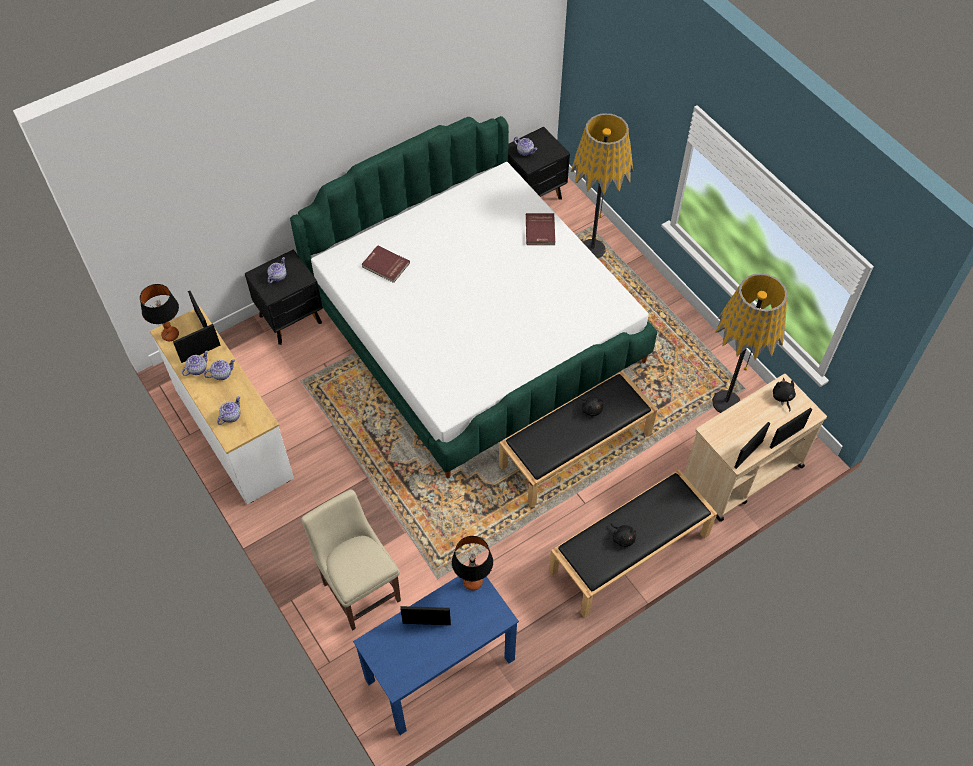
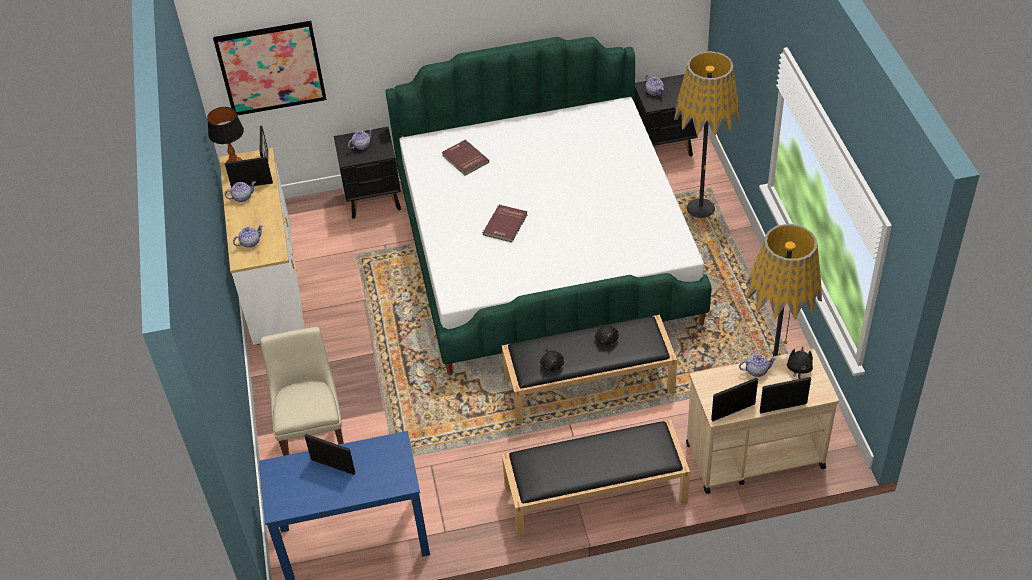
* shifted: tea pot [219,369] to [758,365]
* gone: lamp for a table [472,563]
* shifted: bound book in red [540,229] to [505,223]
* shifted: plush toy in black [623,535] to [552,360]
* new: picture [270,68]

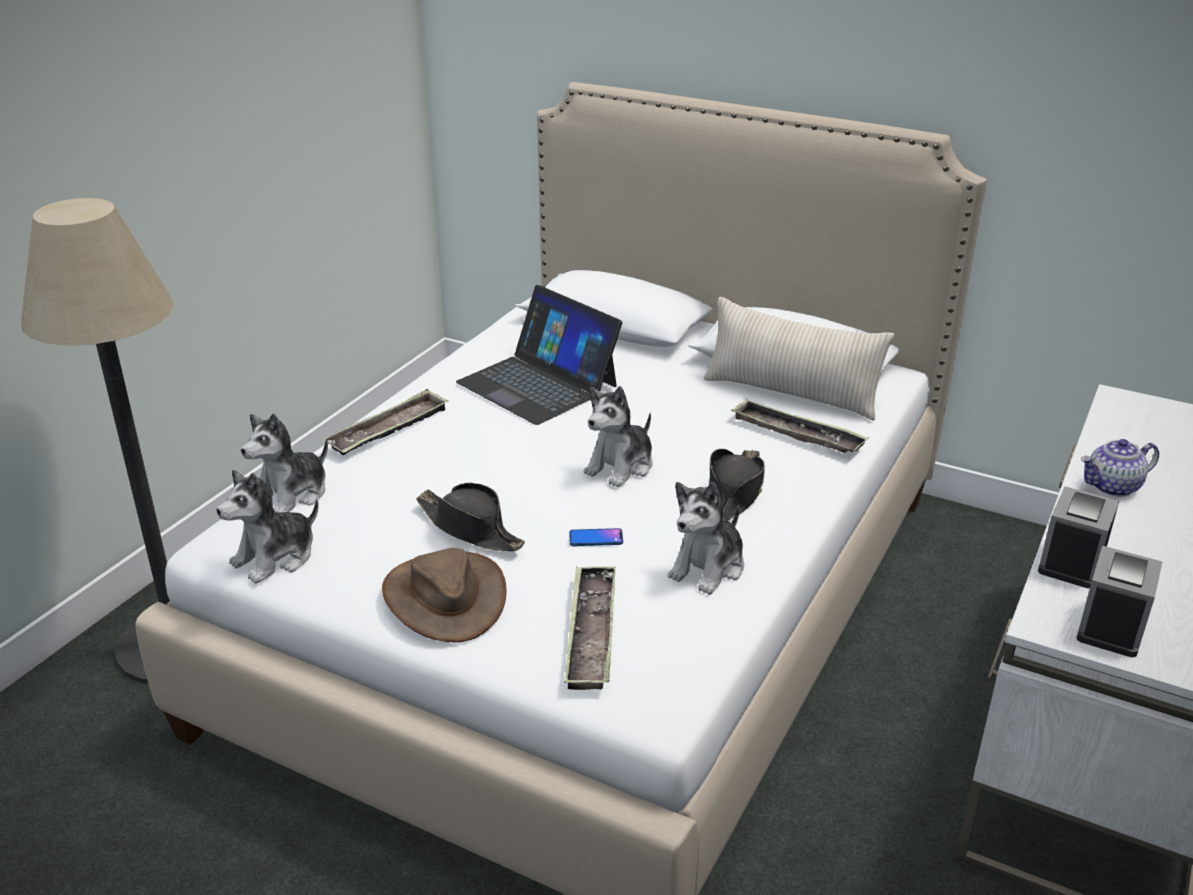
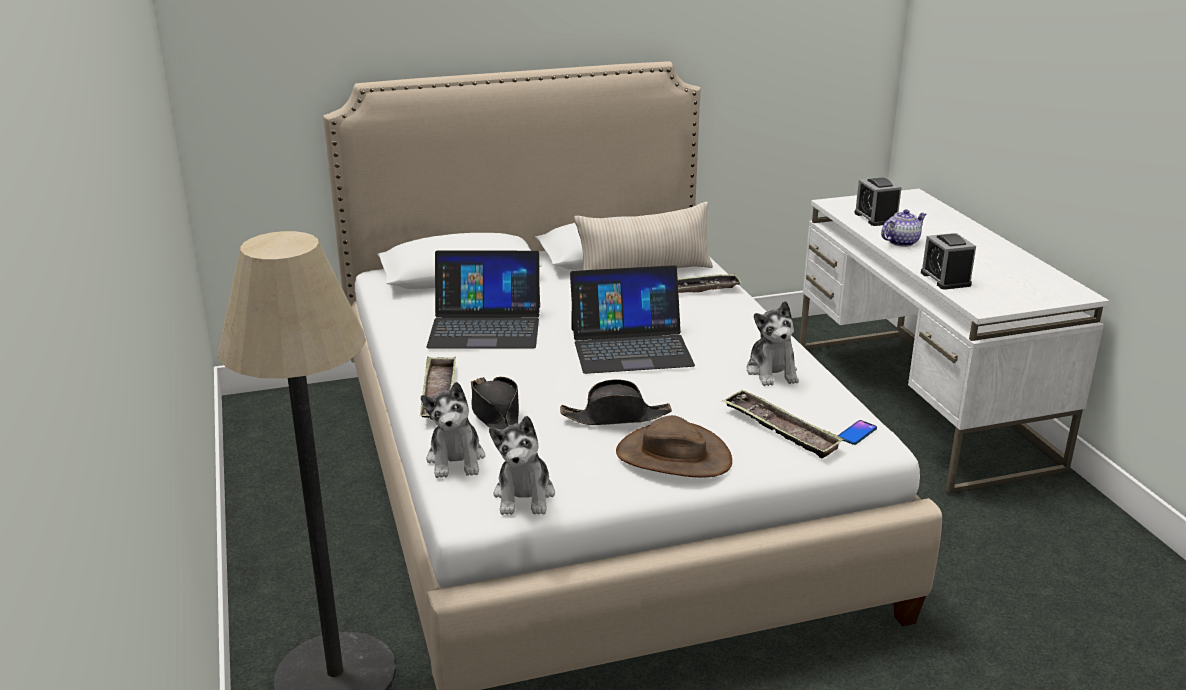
* shifted: phone [596,537] to [857,432]
* swapped: plush toy [618,436] to laptop [632,319]
* shifted: hat in black [737,485] to [495,403]
* shifted: table clock [1119,601] to [878,201]
* rotated: tea pot [1120,468] = [903,228] 150 degrees counterclockwise

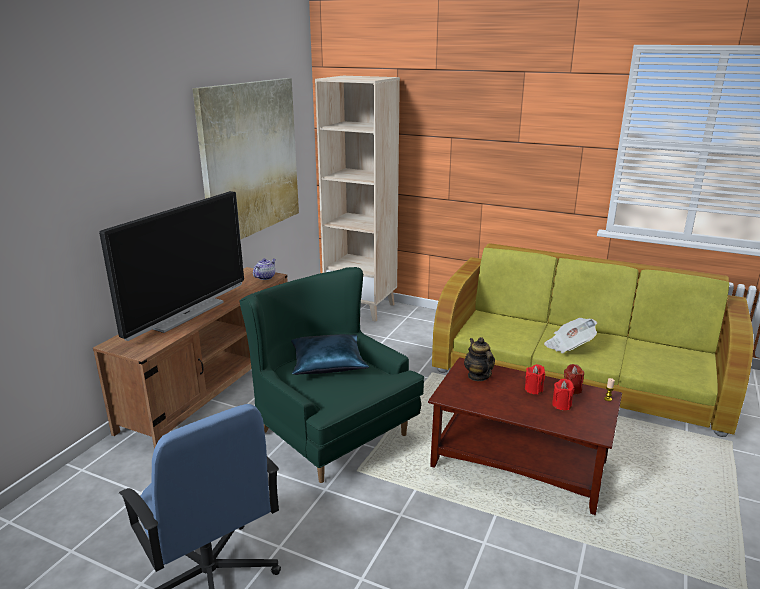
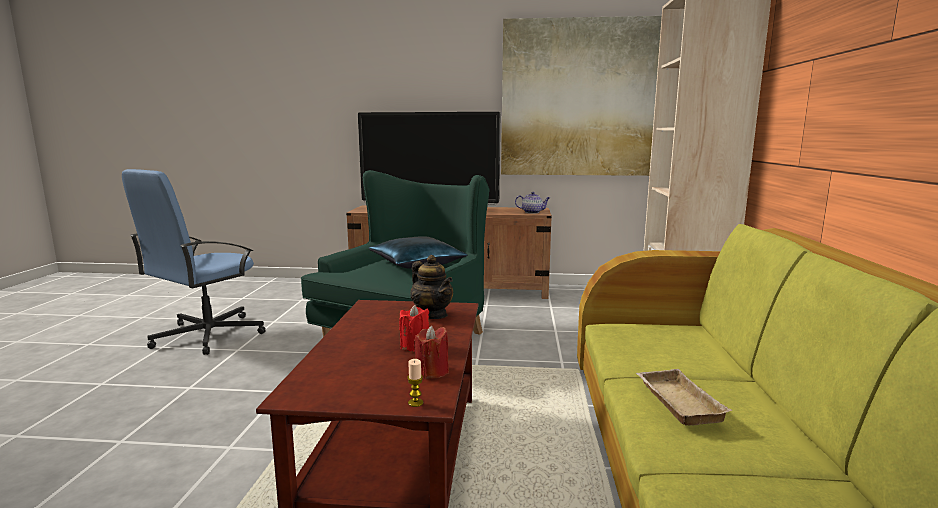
* rotated: tea pot [479,359] = [431,287] 90 degrees clockwise
* swapped: printed paper [570,335] to serving tray in sand-coloured [684,397]
* gone: wax light in red [563,394]

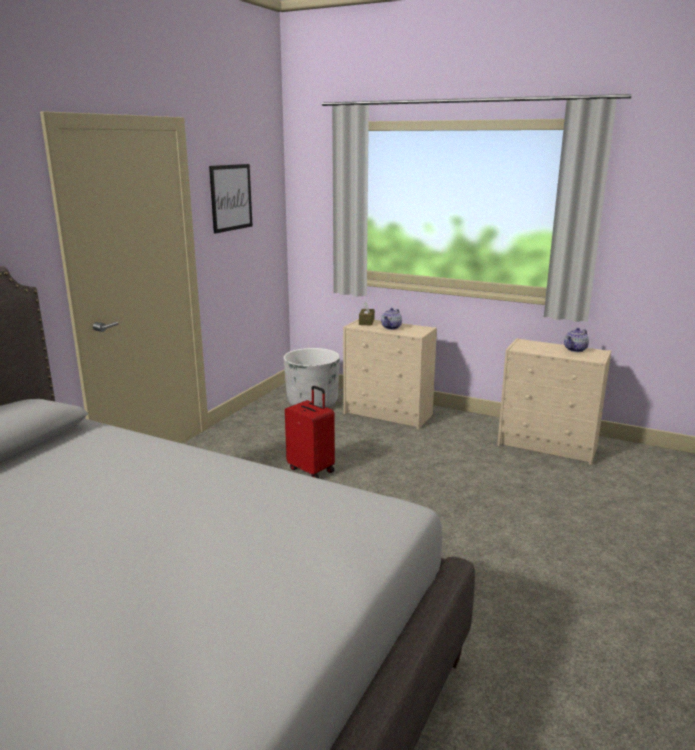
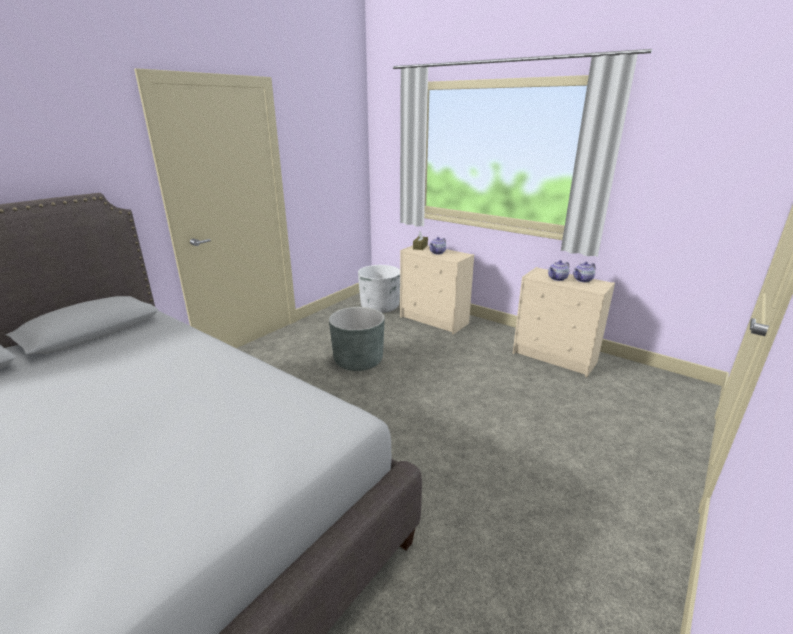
* gone: picture [231,199]
* swapped: piece of luggage in red [310,432] to planter in grey [357,339]
* new: tea pot [558,270]

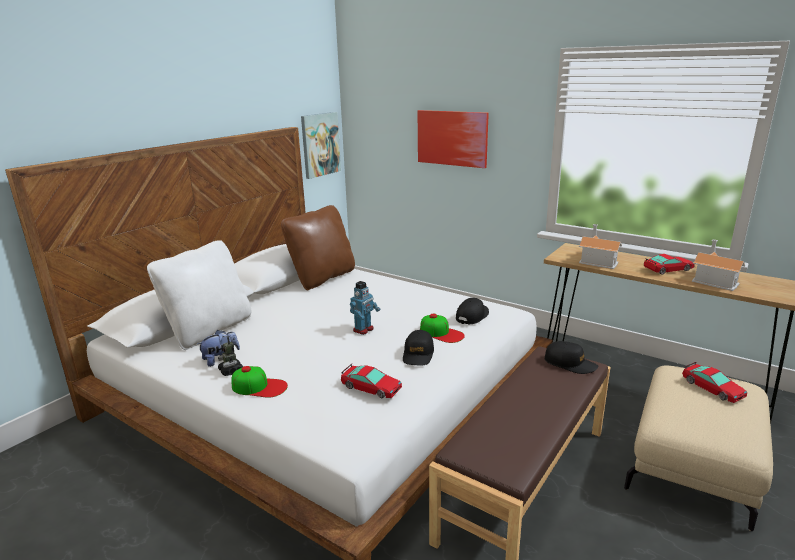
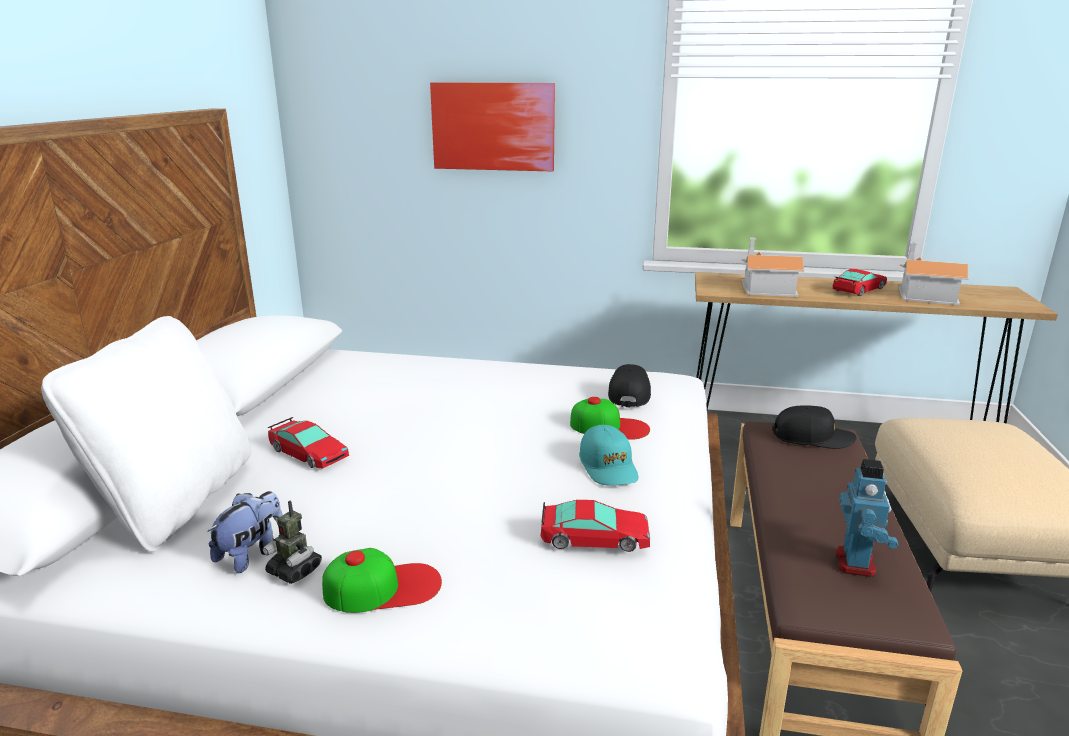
* gone: pillow in brownish [318,247]
* gone: picture [321,145]
* shifted: toy robot [365,308] to [867,518]
* repainted: cap in black [418,348] to cap in turquoise [609,455]
* shifted: toy car [714,382] to [308,443]

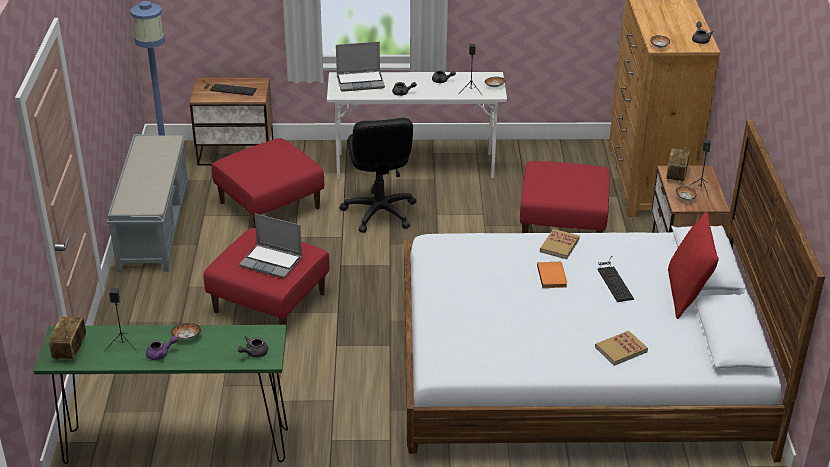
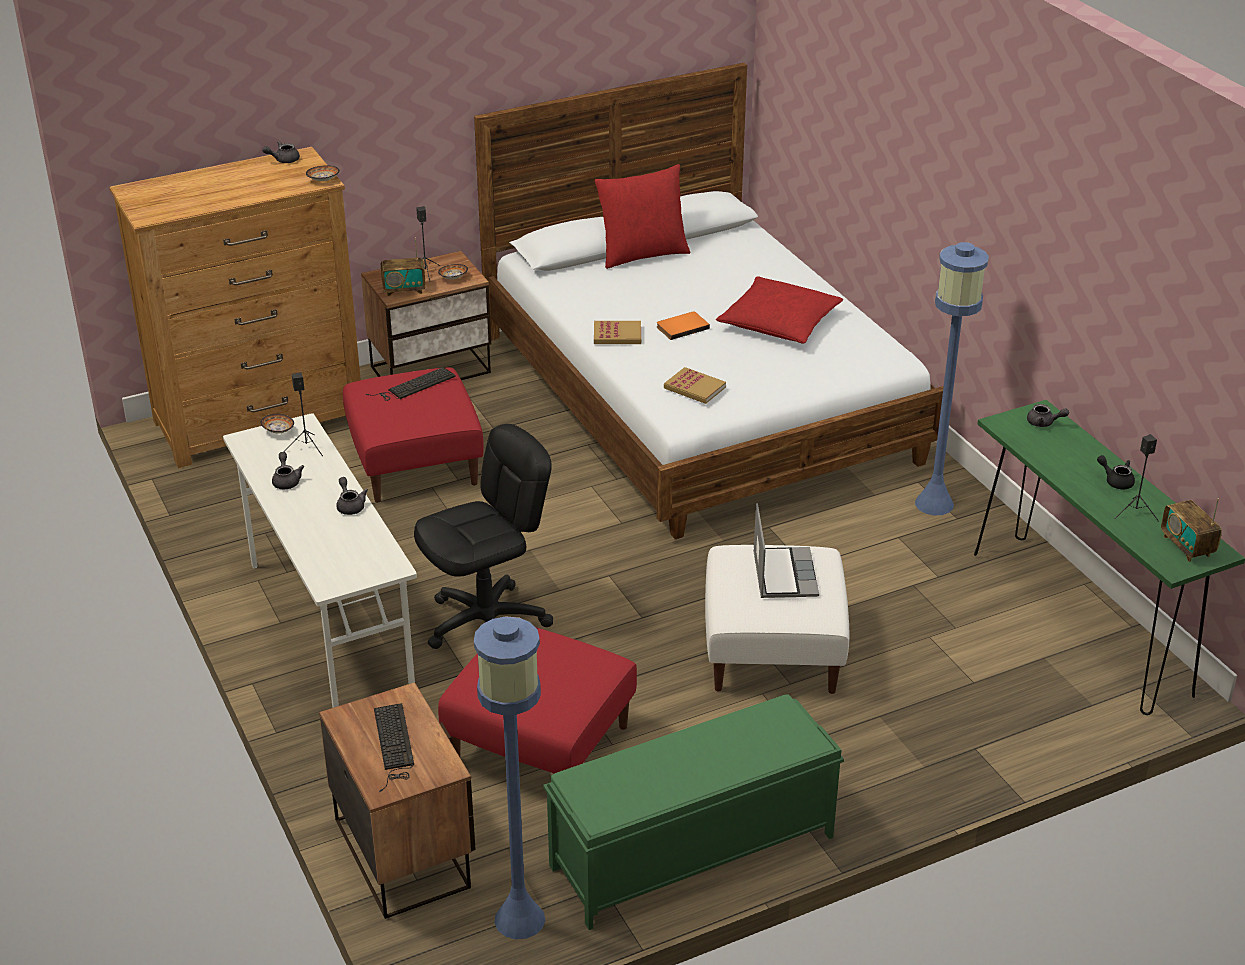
* rotated: radio receiver [67,339] = [1191,530] 90 degrees clockwise
* repainted: indoor bench in grey [148,203] to indoor bench in greenish [693,812]
* repainted: tea pot in purplish [162,348] to tea pot in black [1116,472]
* gone: deep dish [186,331]
* repainted: pouffe in red [266,276] to pouffe in whitish [777,619]
* gone: laptop [360,67]
* shifted: bound book [621,348] to [695,385]
* shifted: keyboard [616,279] to [411,384]
* new: pillow in red [779,310]
* new: standing lamp in bluish [952,378]

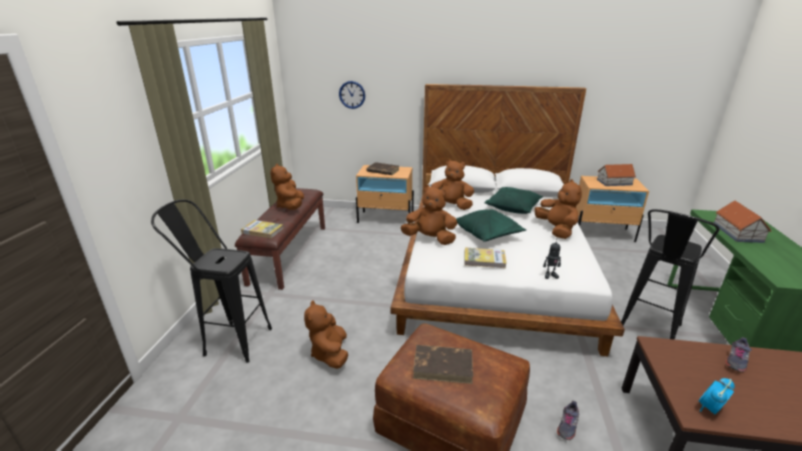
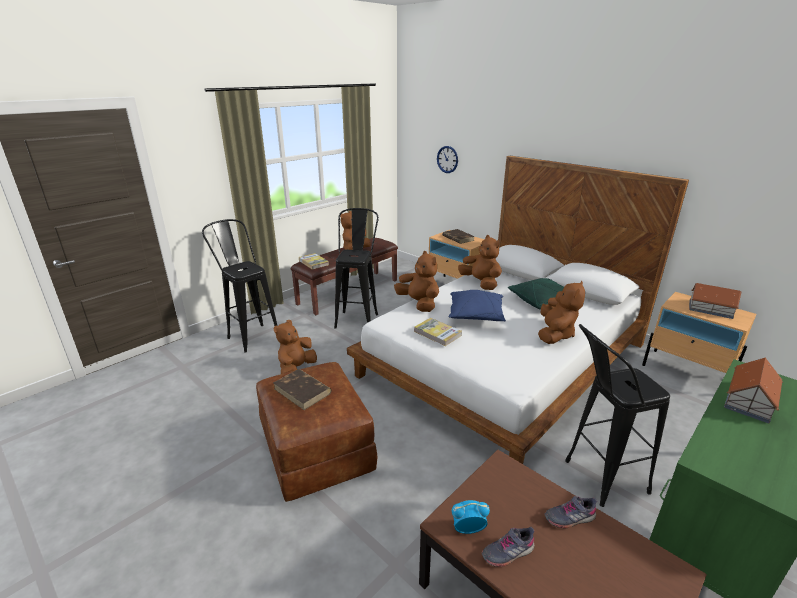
* repainted: pillow in greenish [491,225] to pillow in bluish [477,305]
* gone: toy robot [552,259]
* shifted: item of footwear in grey [568,420] to [508,547]
* new: sitting stool in black [356,268]

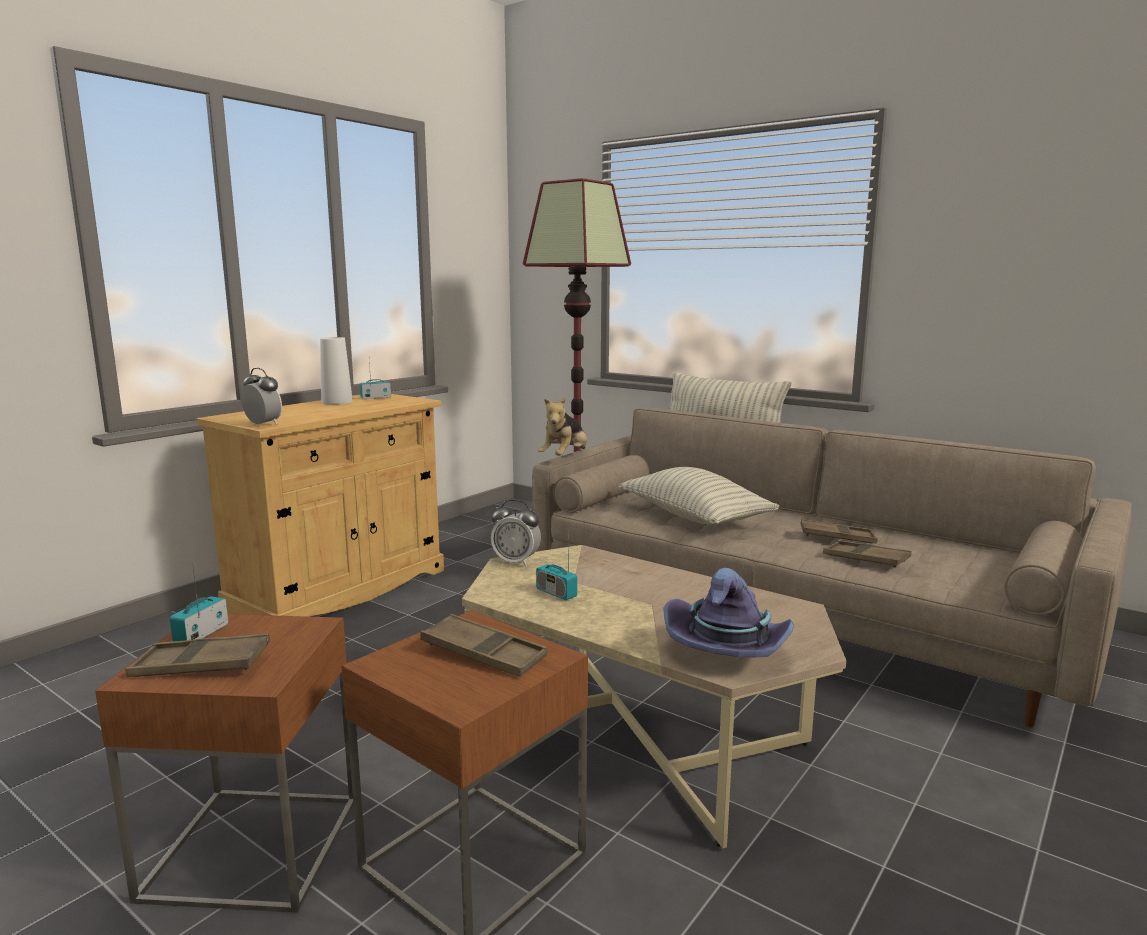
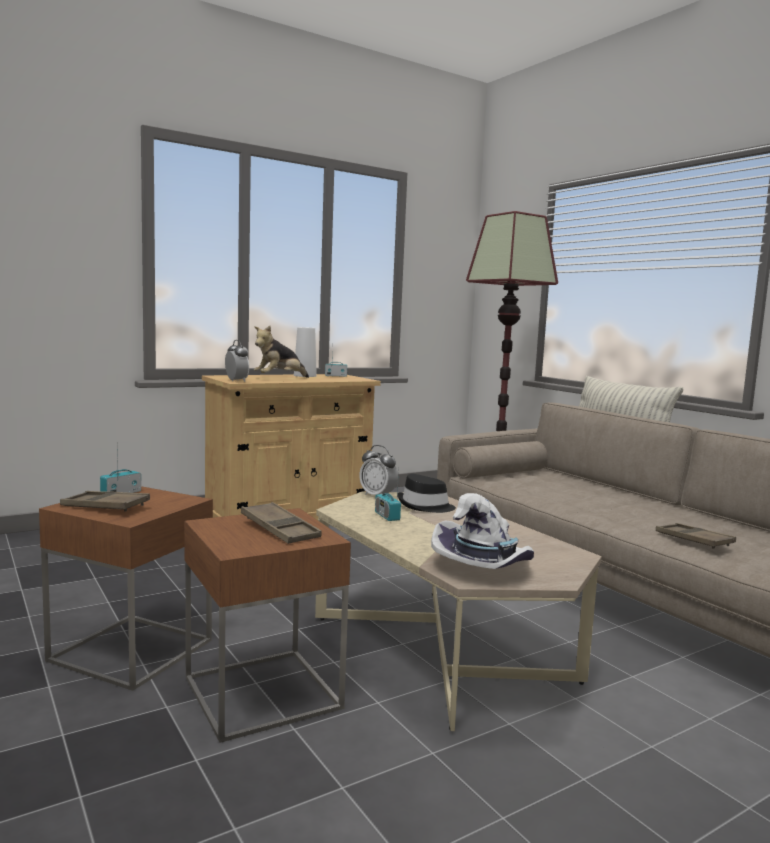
* shifted: plush toy [562,426] to [281,352]
* gone: pillow [698,496]
* repainted: hat in purplish [728,612] to hat in whitish [482,531]
* gone: serving tray in brownish [839,531]
* new: hat in black [427,493]

